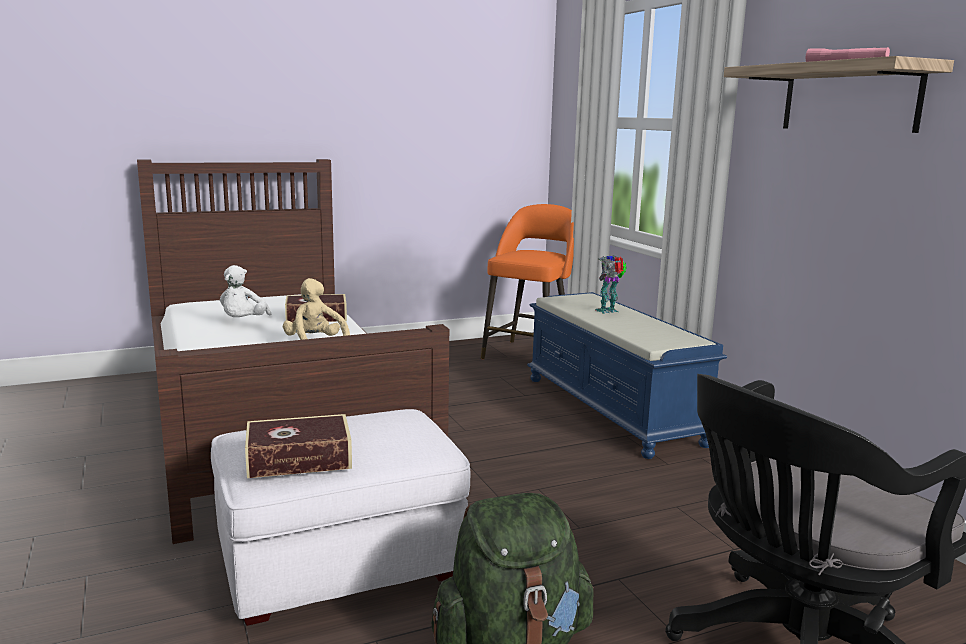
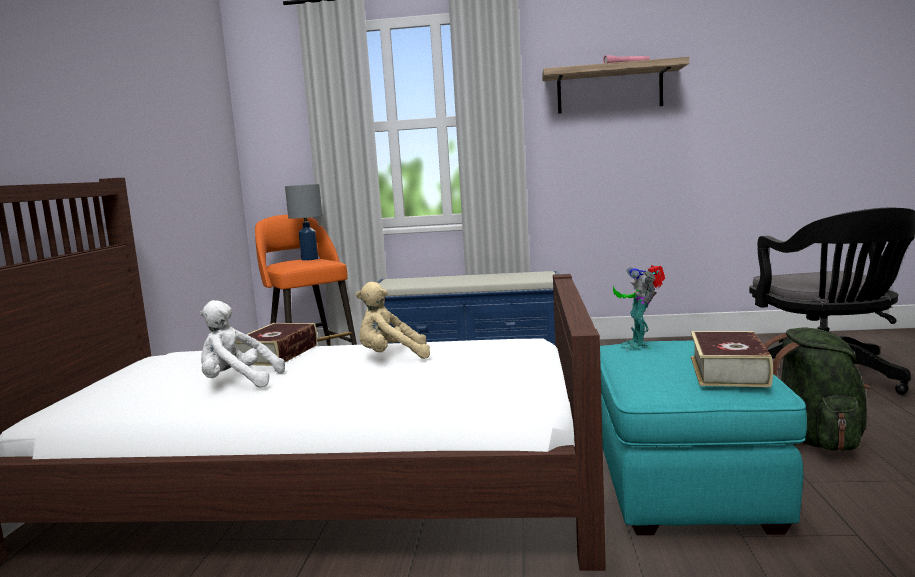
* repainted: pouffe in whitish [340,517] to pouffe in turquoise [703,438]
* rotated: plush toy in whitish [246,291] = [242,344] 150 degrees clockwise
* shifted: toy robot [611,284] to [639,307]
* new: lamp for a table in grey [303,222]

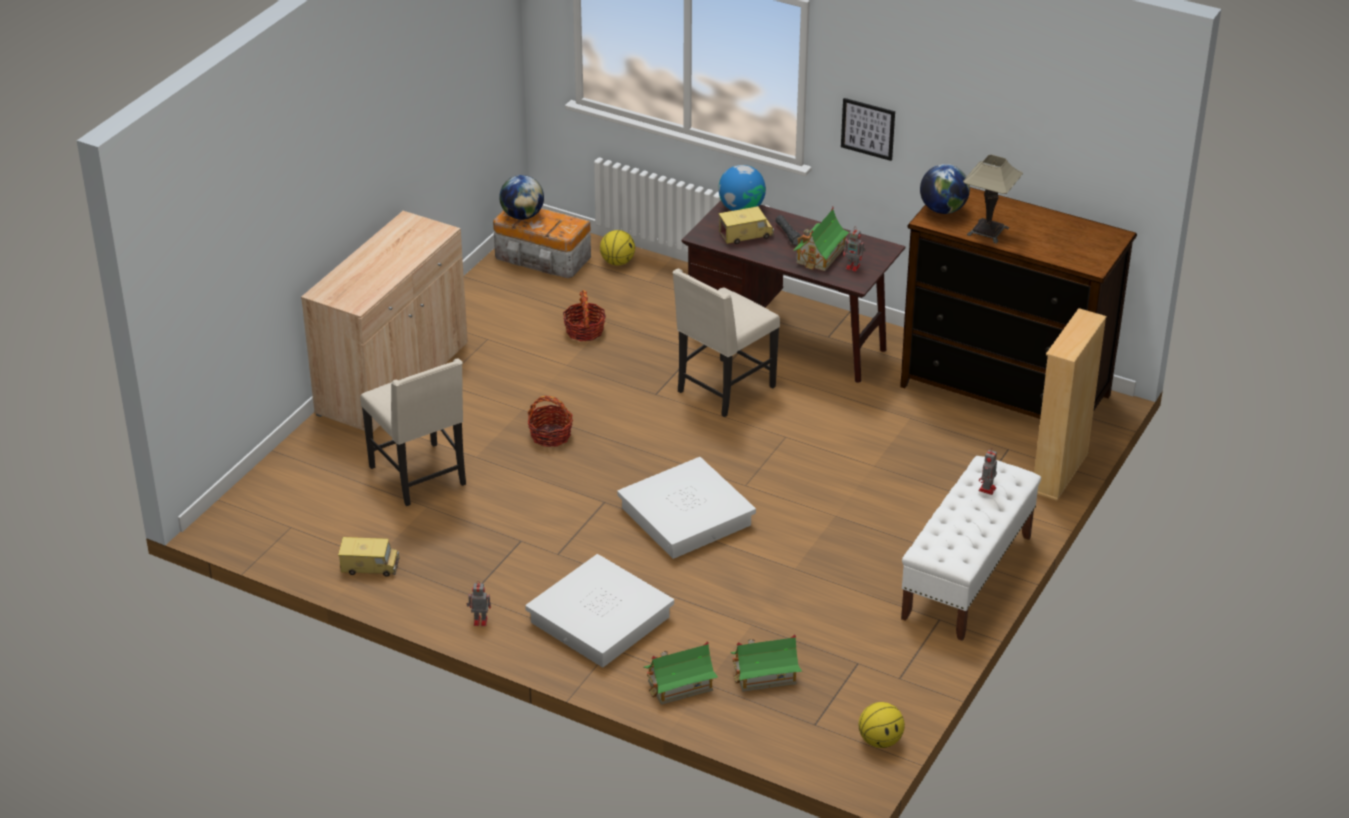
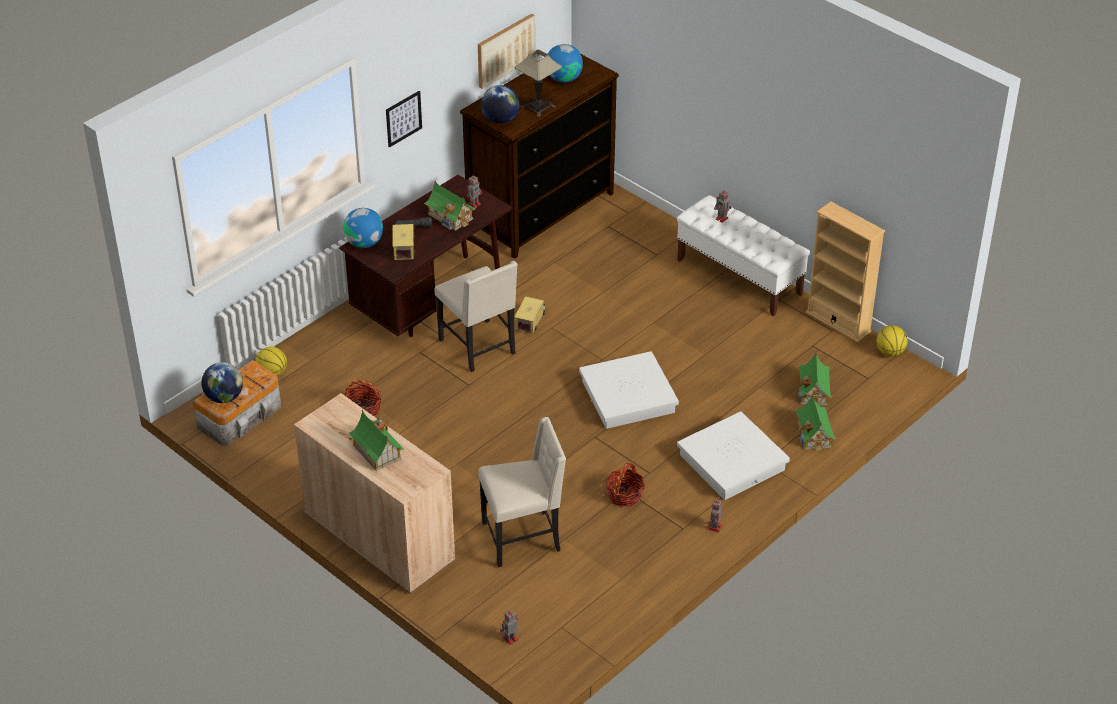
* shifted: toy lorry [369,557] to [530,315]
* shifted: basket [550,421] to [625,485]
* shifted: shelving unit in sand-coloured [1070,404] to [845,271]
* new: model house [376,440]
* new: picture [506,51]
* new: toy robot [509,627]
* new: globe [565,63]

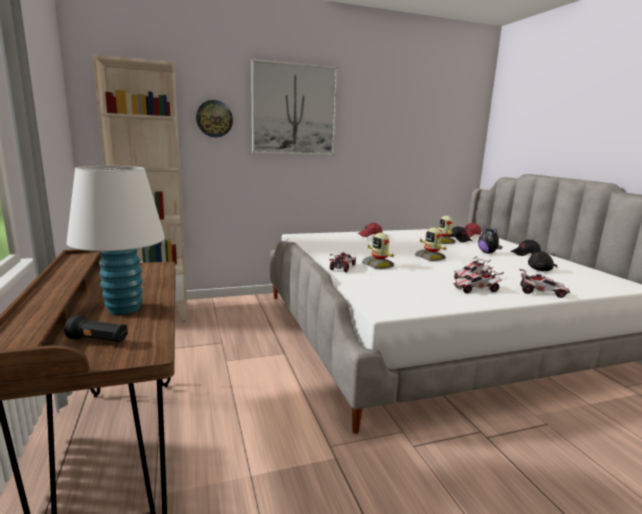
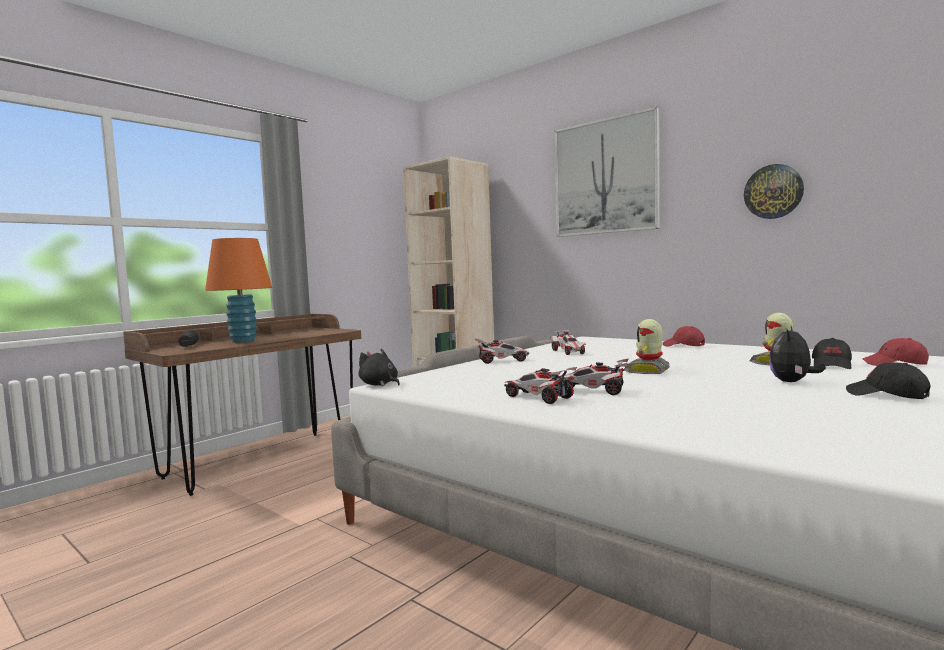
* repainted: lamp for a table in whitish [115,240] to lamp for a table in orangey [238,290]
* shifted: hanging clock [214,118] to [774,191]
* gone: toy robot [378,251]
* shifted: toy car [544,283] to [568,341]
* shifted: plush toy in black [542,260] to [379,367]

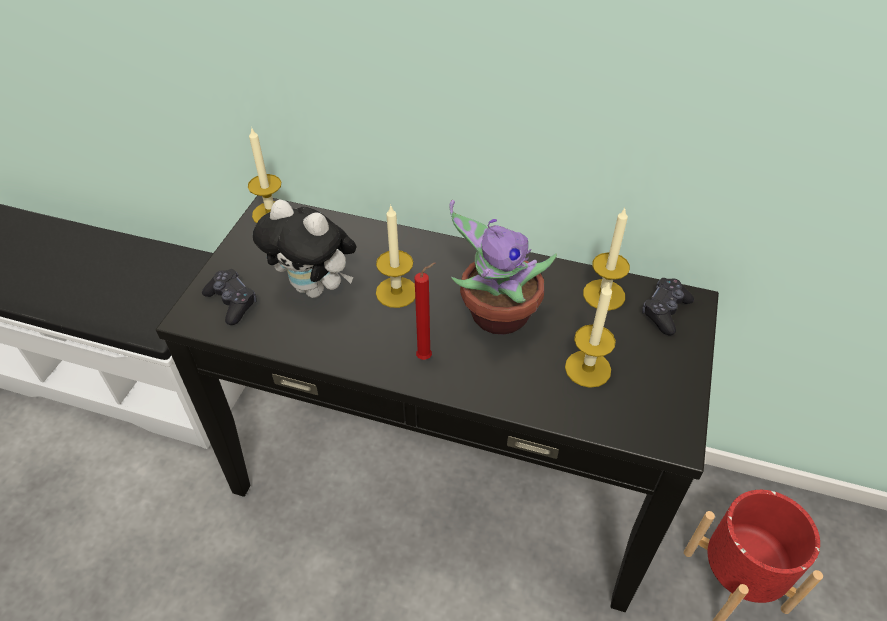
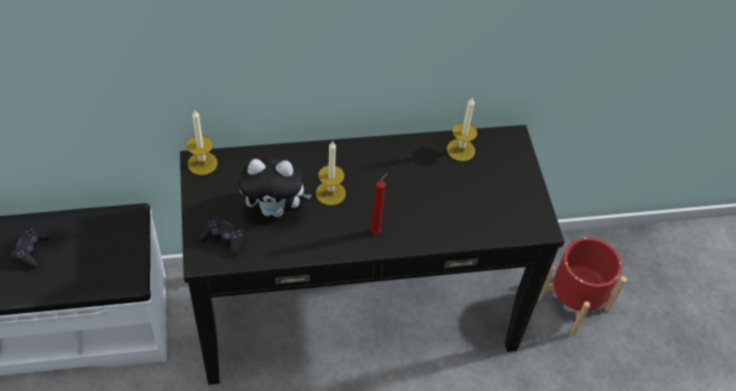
* gone: plant in a pot [503,267]
* gone: wax light [590,335]
* shifted: gamepad in black [668,306] to [31,248]

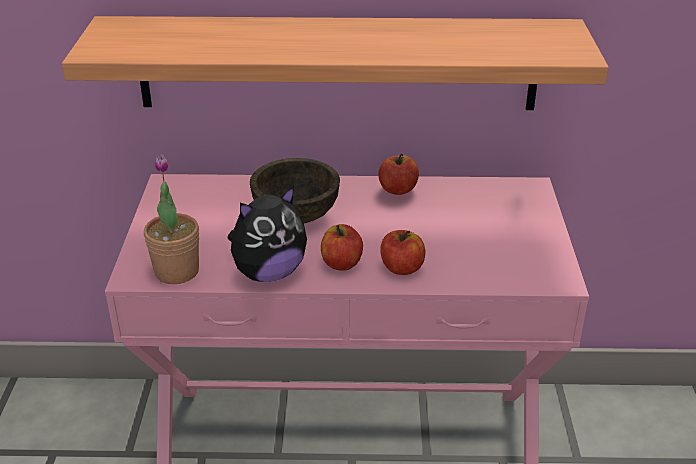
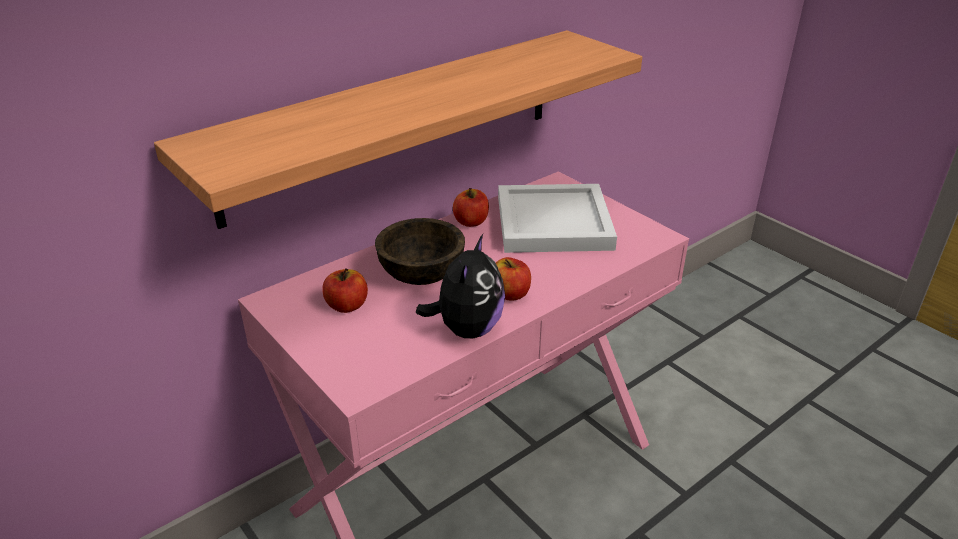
* gone: plant in a pot [171,219]
* shifted: apple fruit [402,252] to [345,290]
* new: serving tray in whitish [557,218]

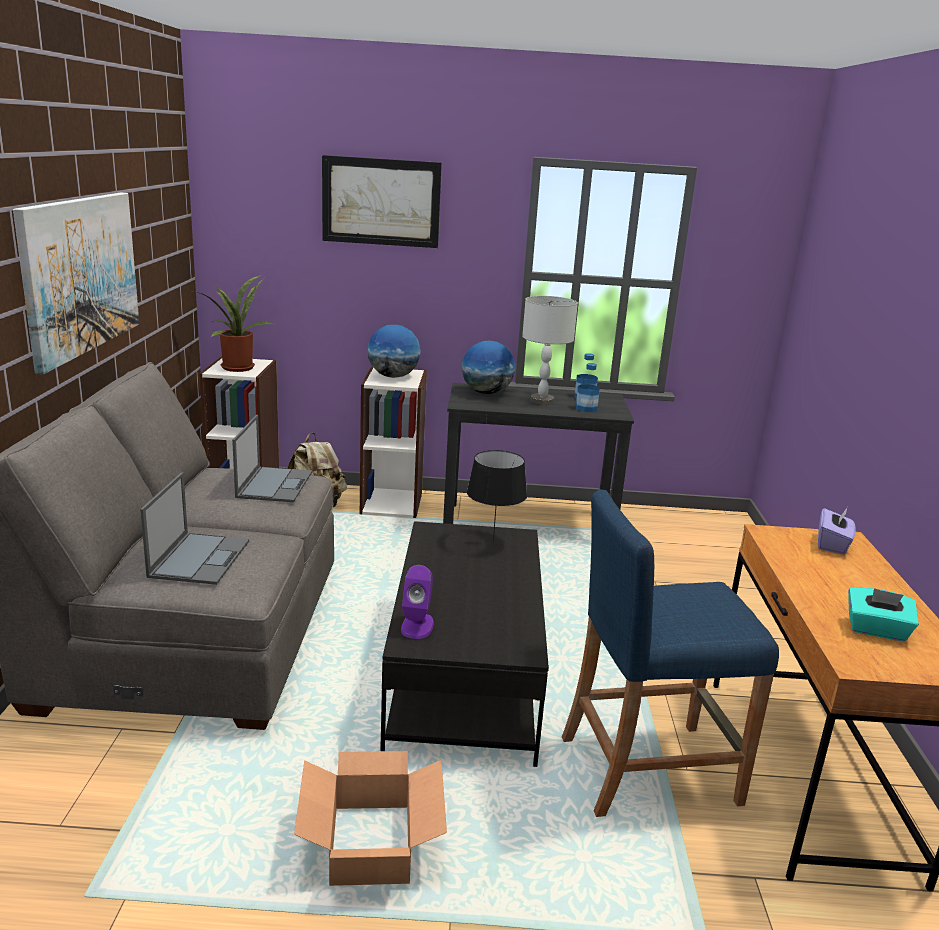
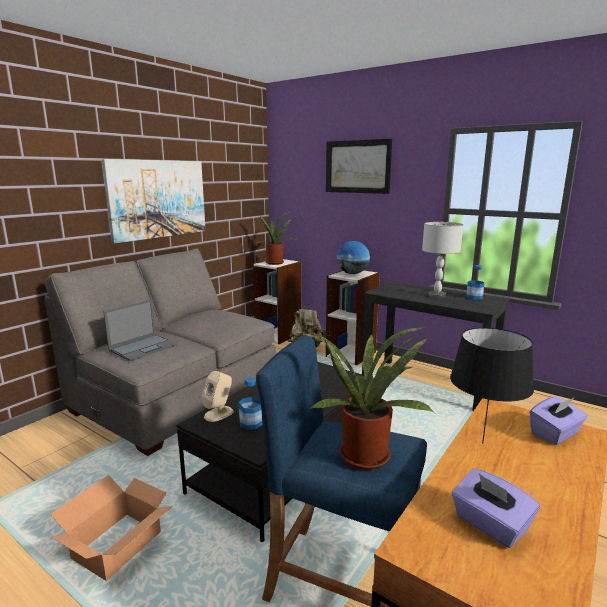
* gone: laptop [272,458]
* repainted: audio speaker in purplish [417,602] to audio speaker in sand-coloured [218,396]
* gone: globe [488,367]
* shifted: lamp for a table in black [497,496] to [492,385]
* shifted: beverage bottle [588,387] to [250,404]
* repainted: box of tissues in turquoise [883,614] to box of tissues in purplish [496,508]
* new: plant in a pot [368,398]

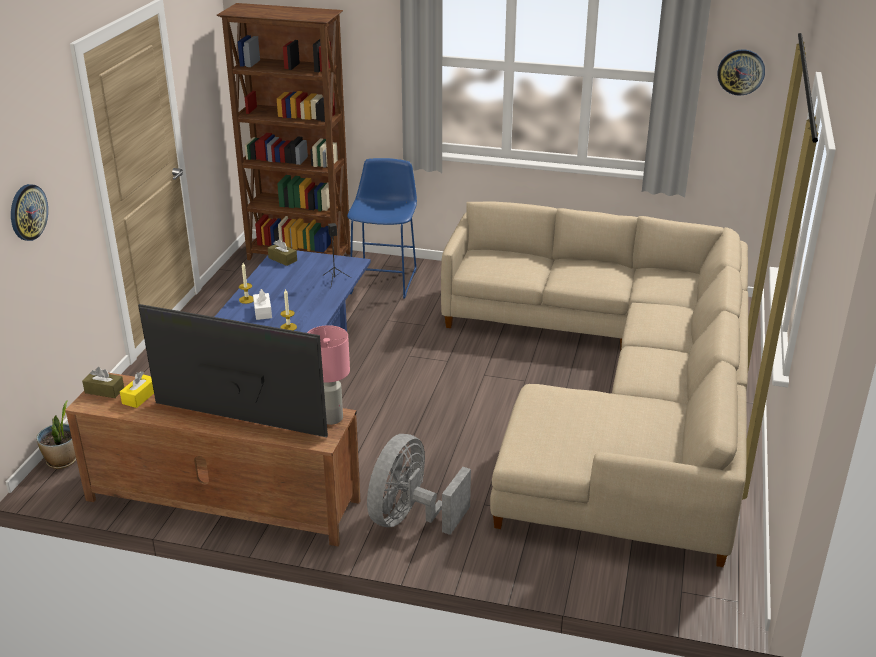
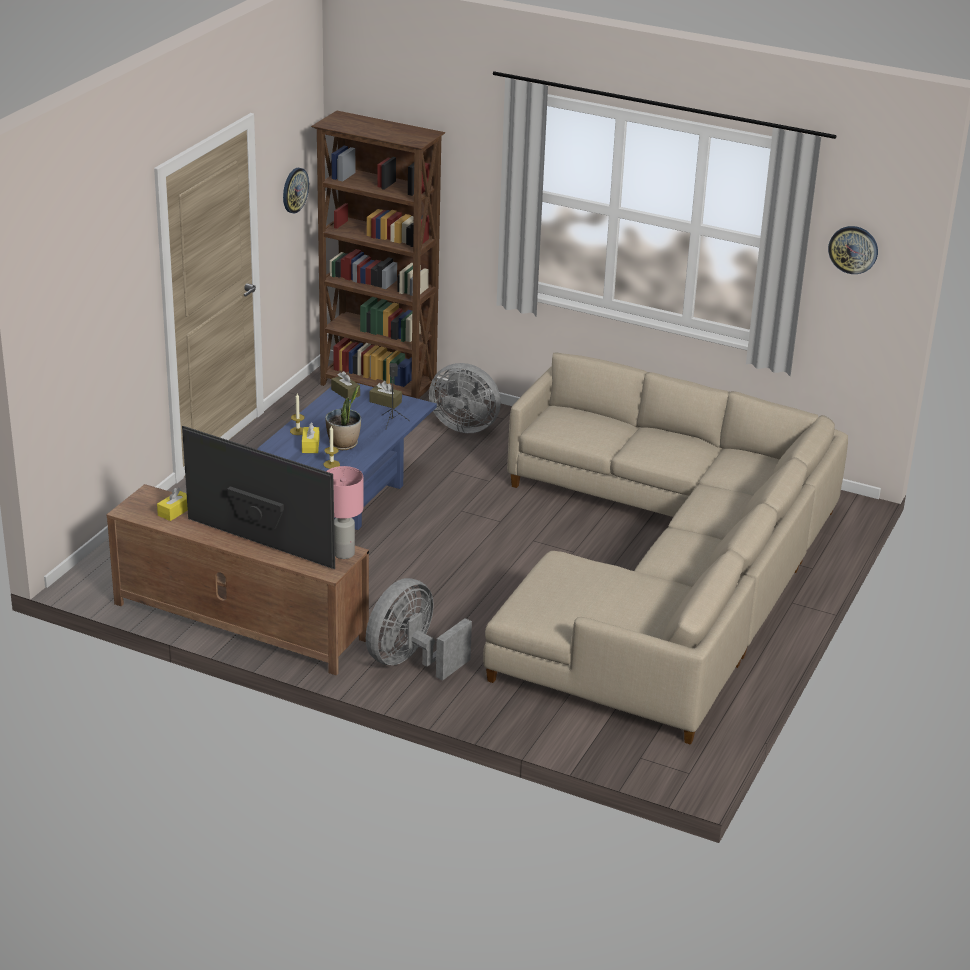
* shifted: hanging clock [29,212] to [296,190]
* shifted: plant in a pot [56,435] to [343,418]
* shifted: box of tissues in brownish [103,382] to [385,395]
* repainted: box of tissues in whitish [262,304] to box of tissues in yellow [310,438]
* swapped: sitting stool in bluish [382,228] to electric fan in grey [465,398]

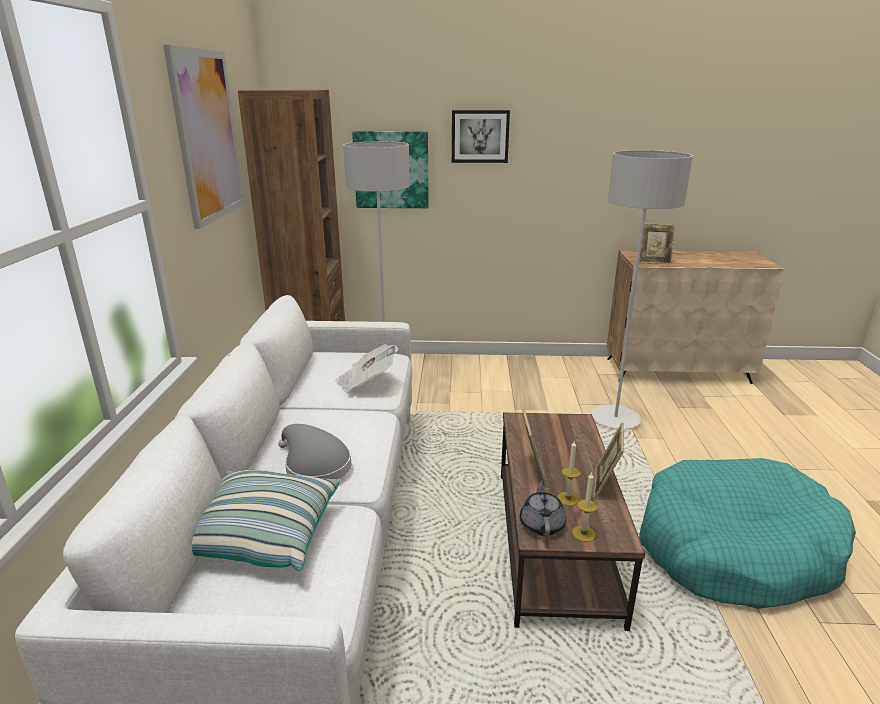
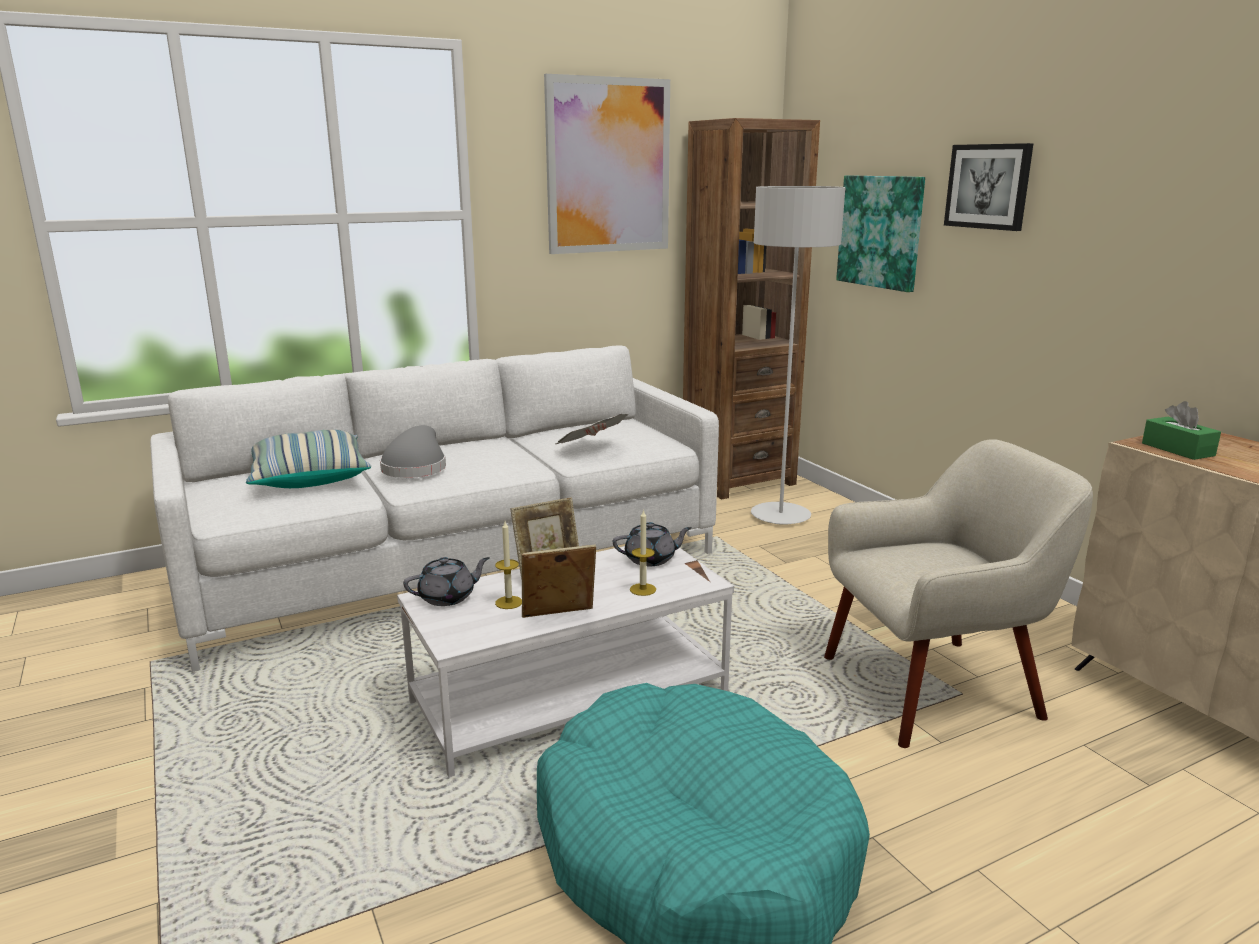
* repainted: low table in brownish [573,522] to low table in whitish [565,661]
* shifted: wax light [585,507] to [643,552]
* swapped: standing lamp in grey [642,289] to armchair in sand-coloured [958,593]
* swapped: photo frame [657,243] to box of tissues in greenish [1181,430]
* new: tea pot in grey [652,544]

